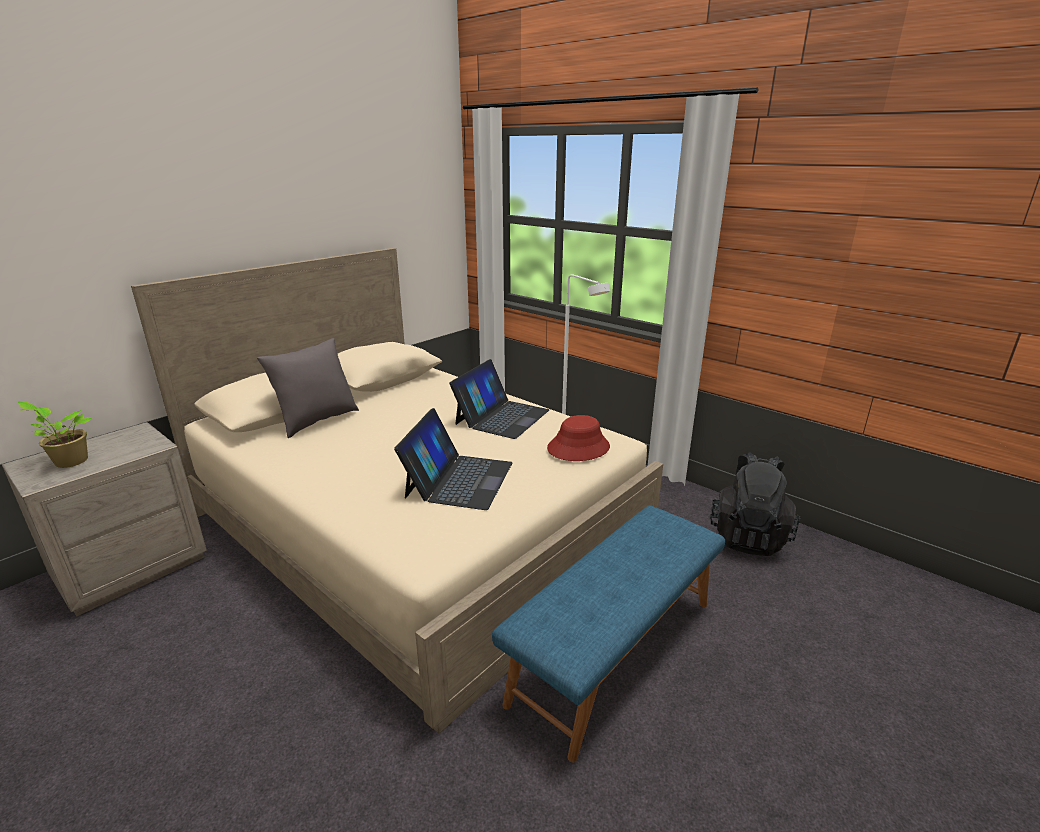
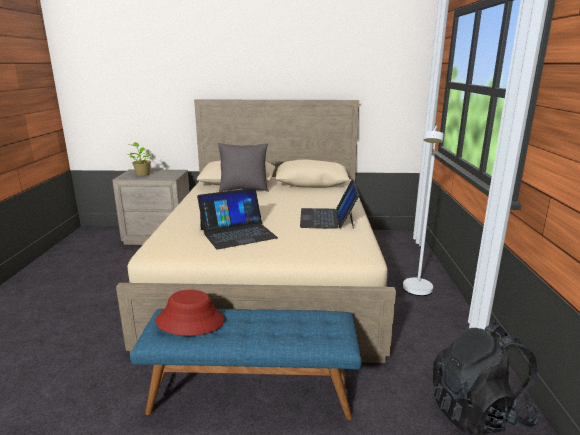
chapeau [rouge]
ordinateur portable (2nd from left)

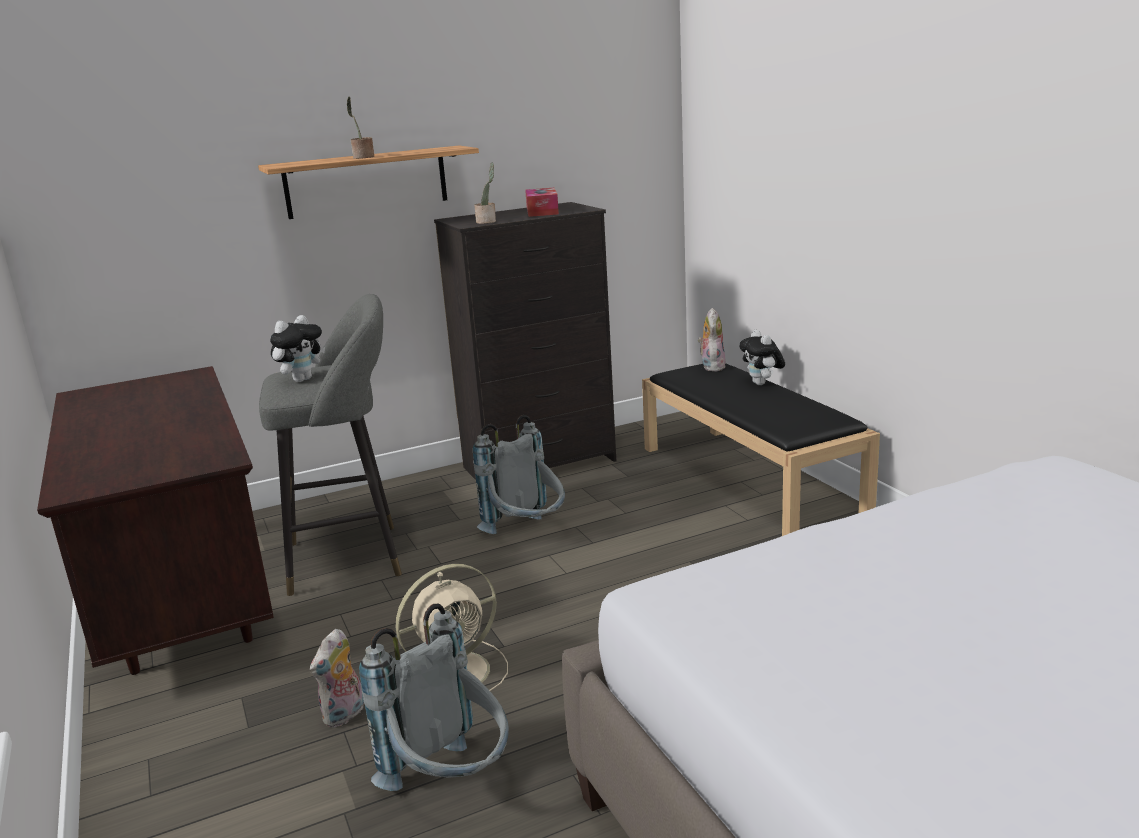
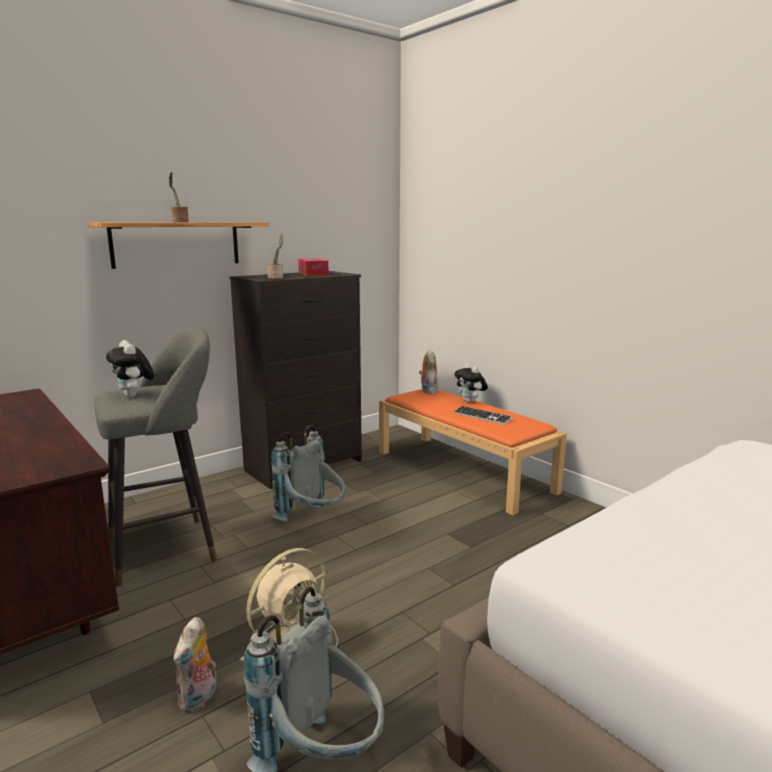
clavier
banc [orange]
peluche (1st from left)

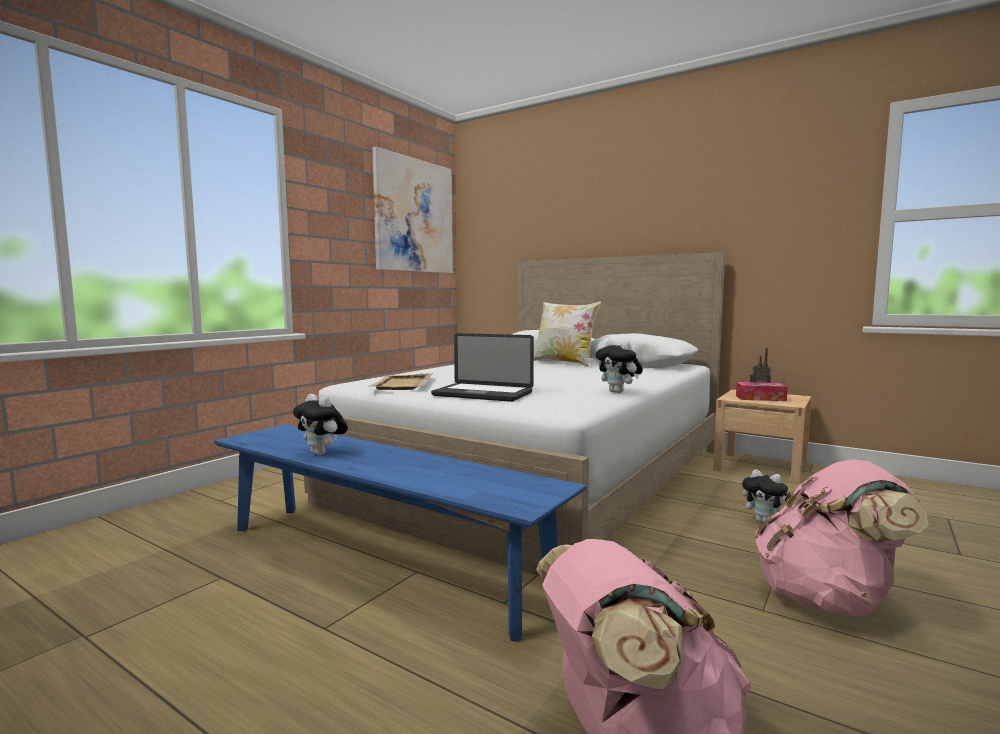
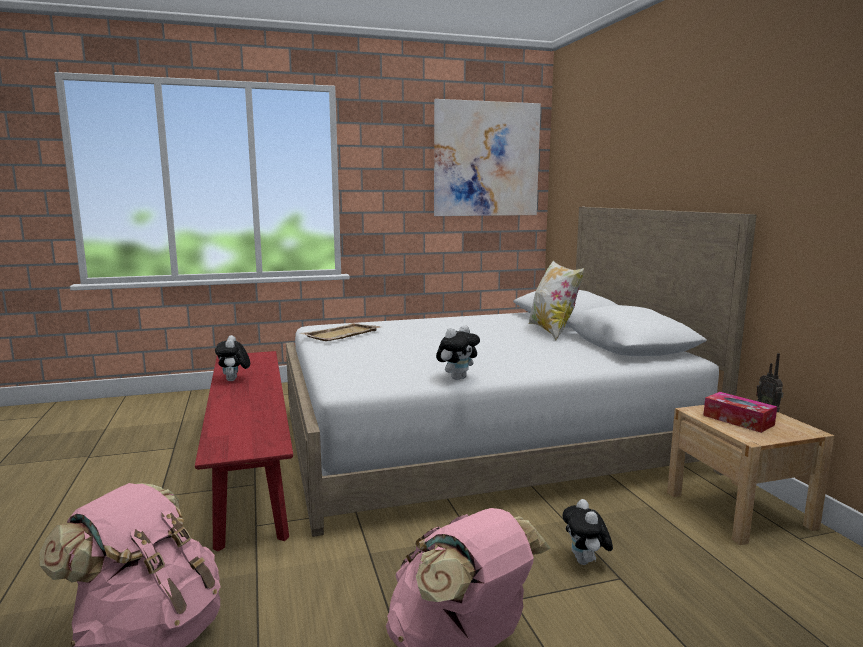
ordinateur portable
banc [rouge]
peluche (2nd from left)

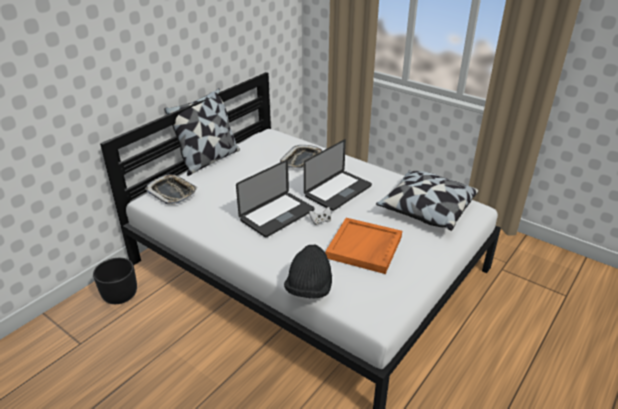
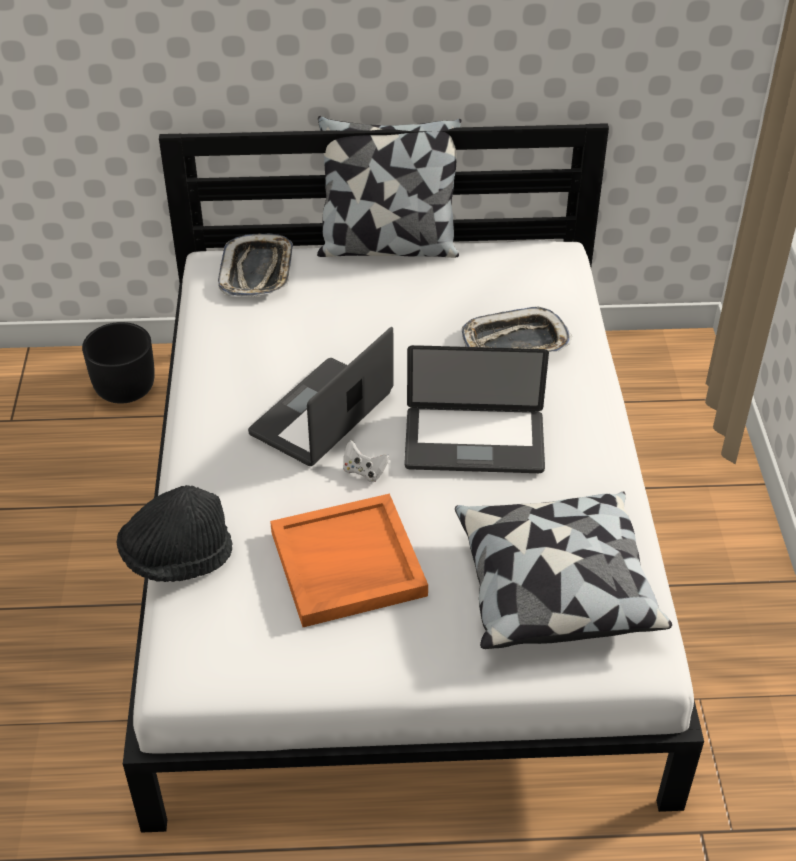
ordinateur portable (1st from left)

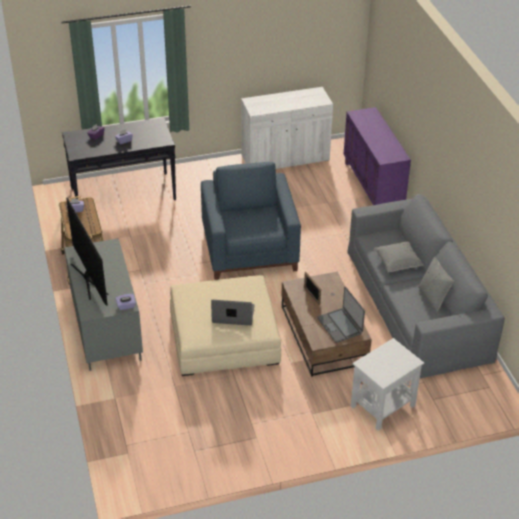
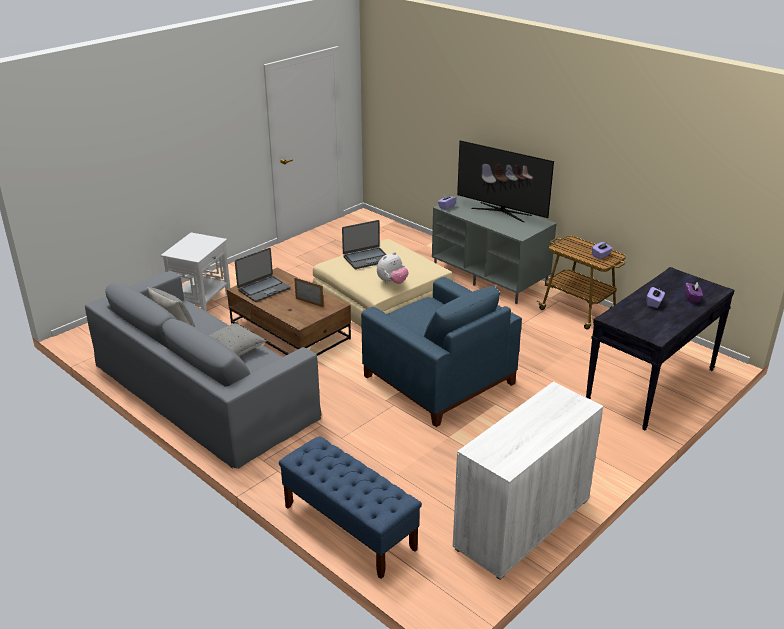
peluche
banc [bleu]
ordinateur portable (1st from left)

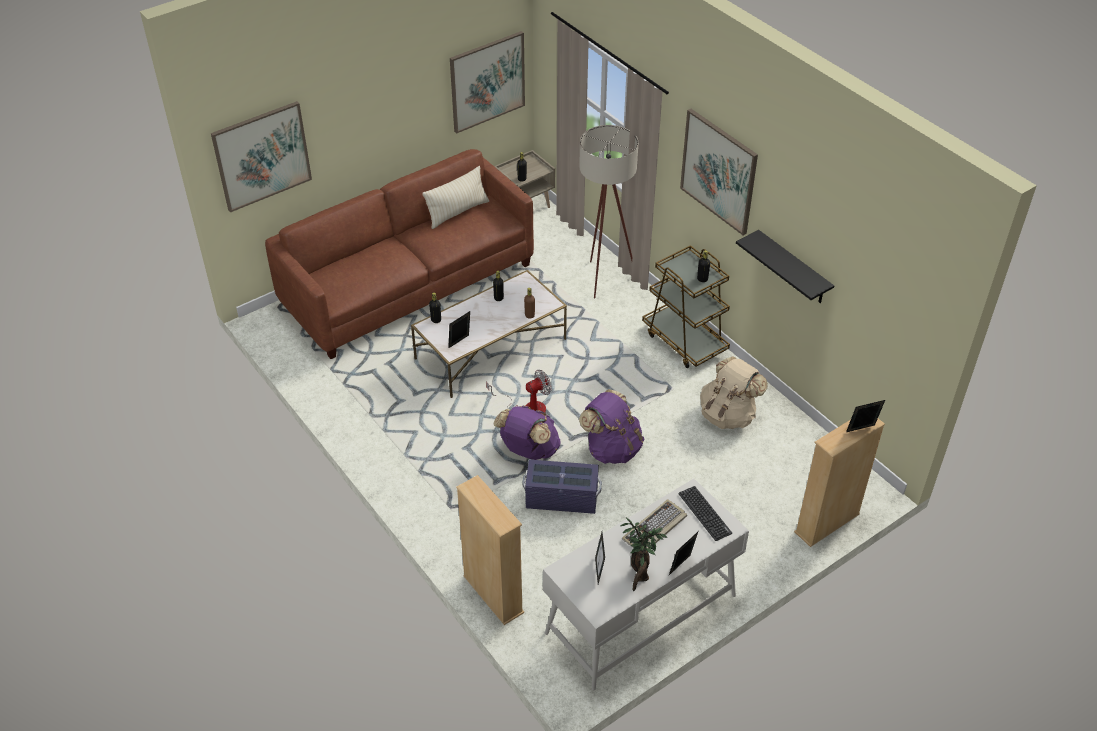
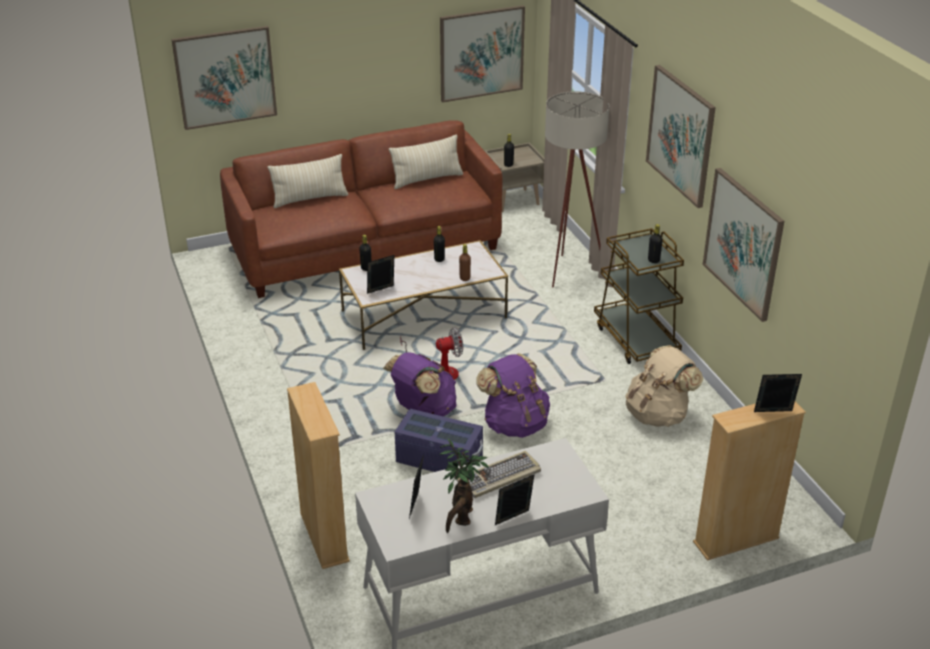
clavier (2nd from left in the first image)
coussin [beige] (1st from left)
tableau (4th from left)

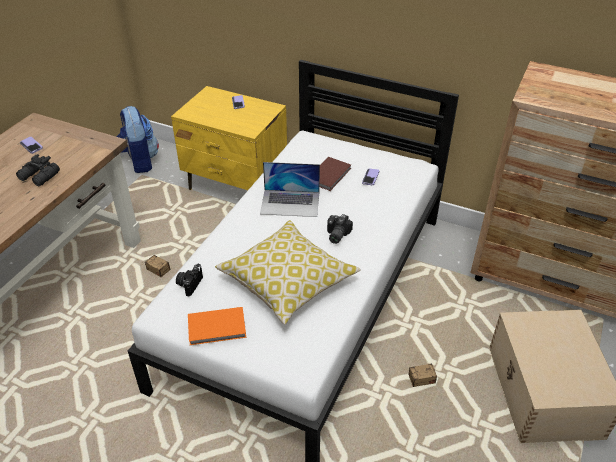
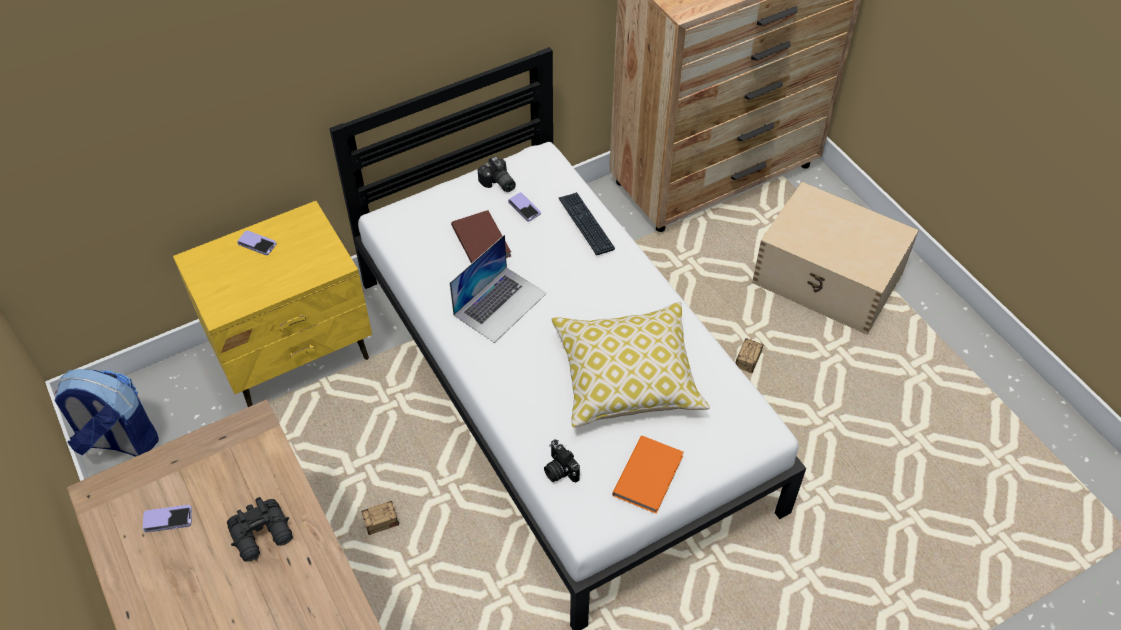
clavier
appareil photo (1st from left)

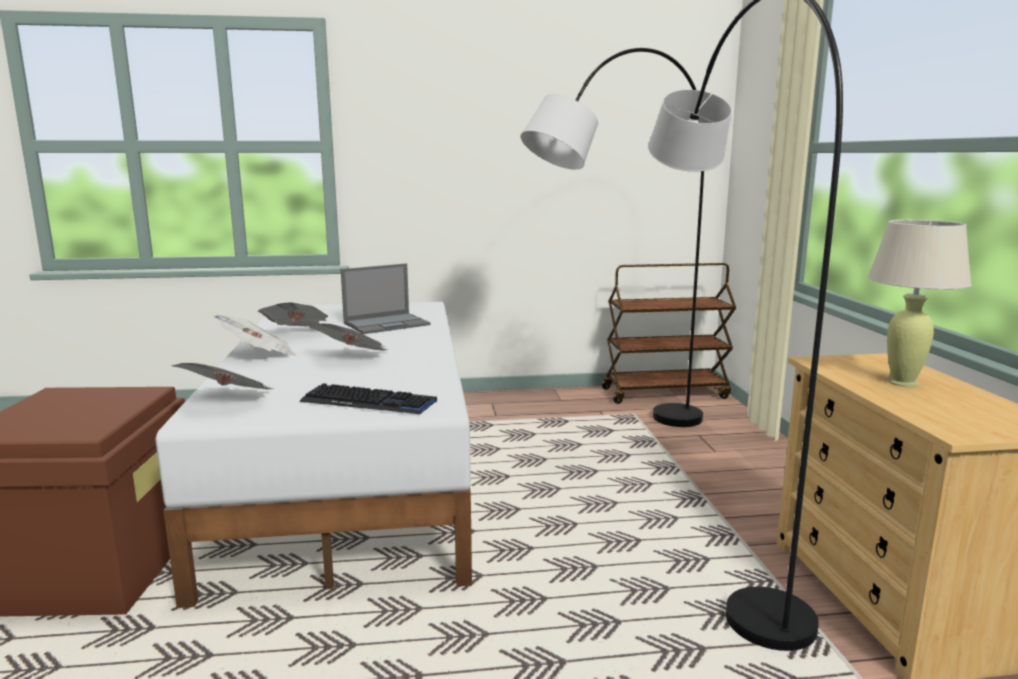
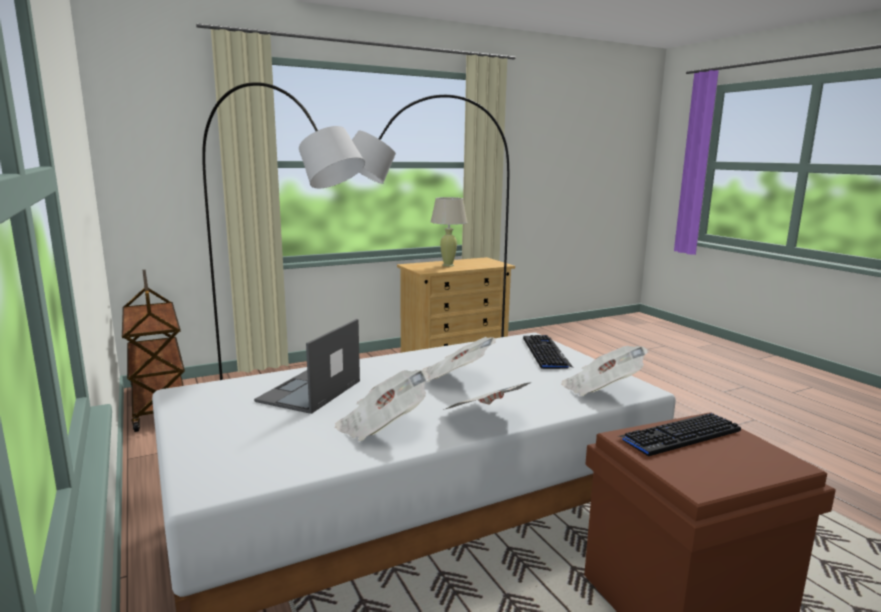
clavier (2nd from left)
ordinateur portable

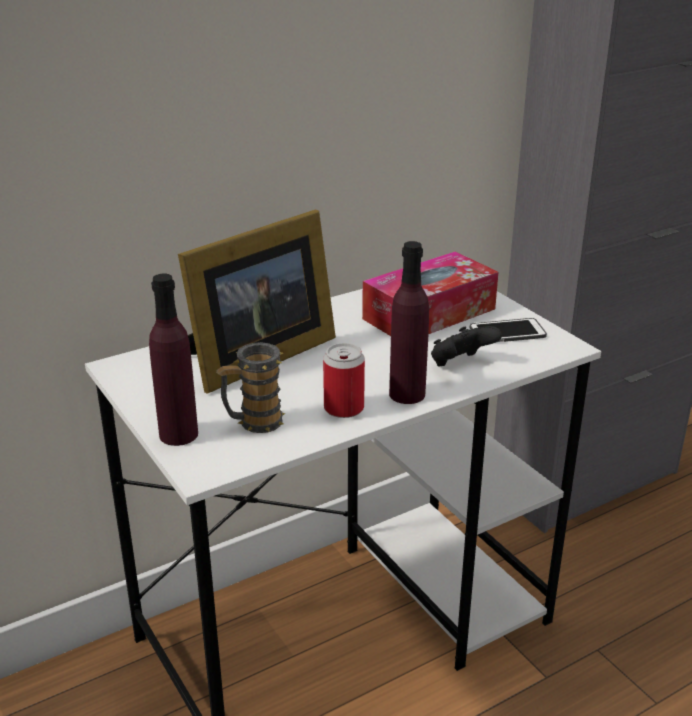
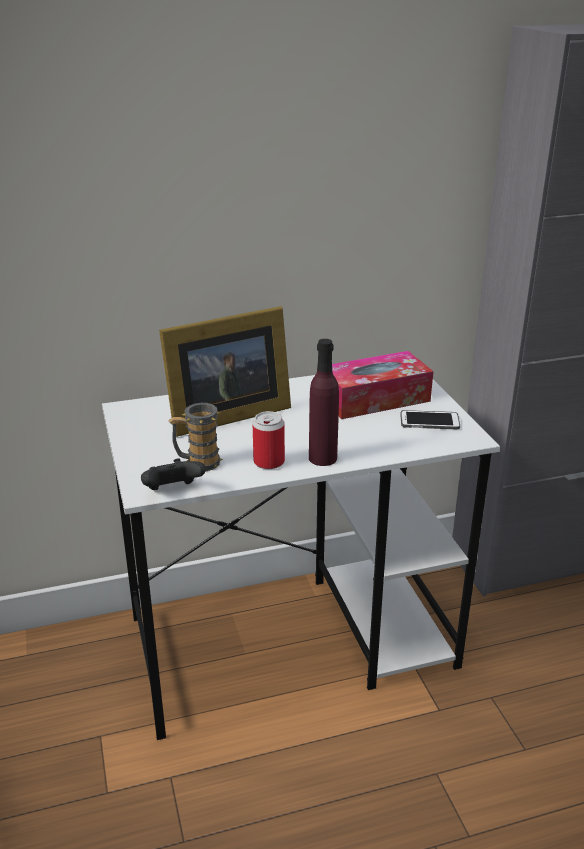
bouteille [violet] (1st from left in the first image)
manette [noir]

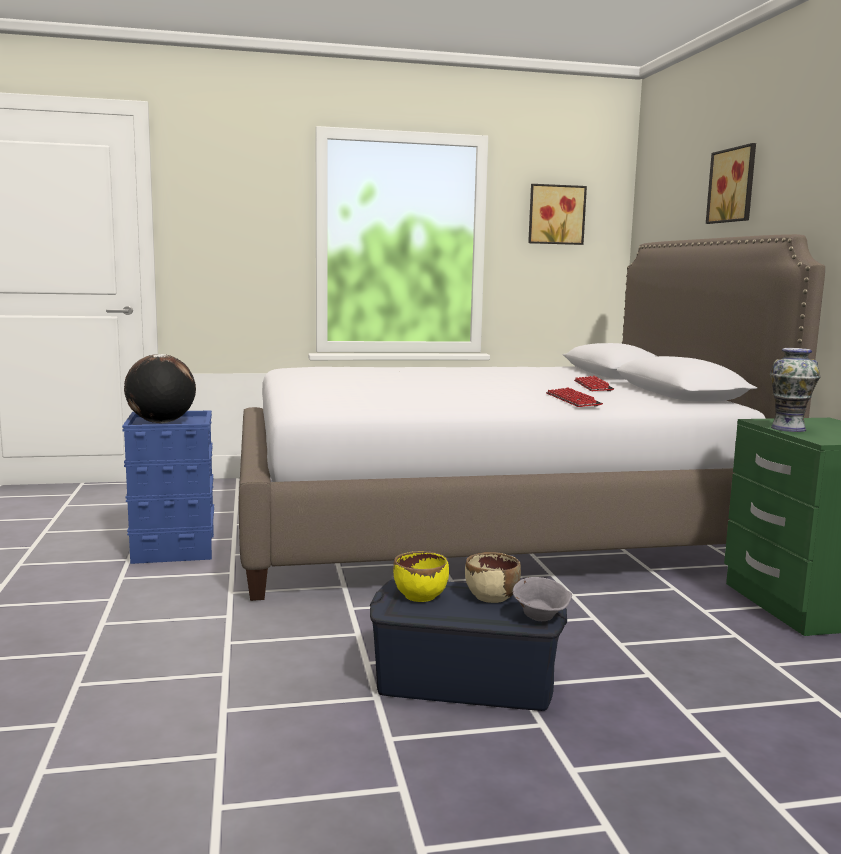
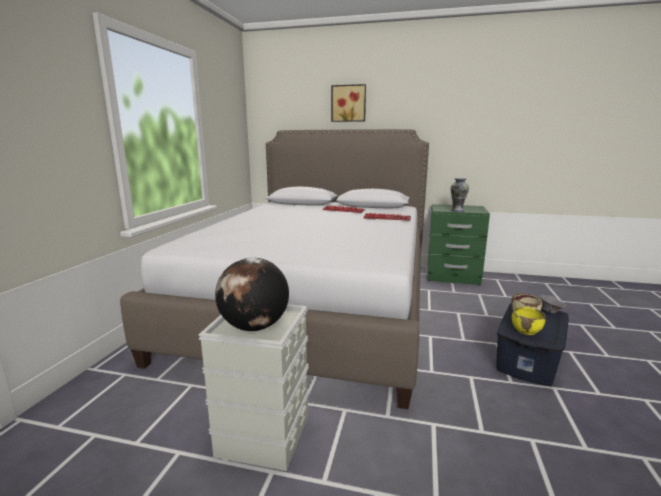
tableau (1st from left in the first image)
boîte de rangement [gris]

